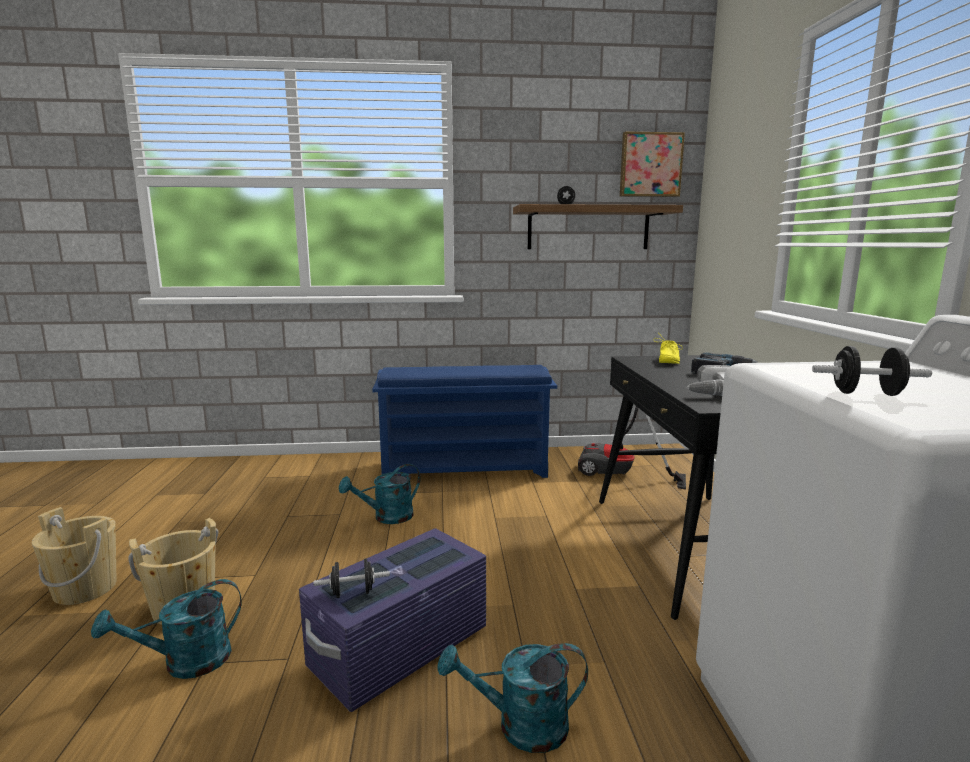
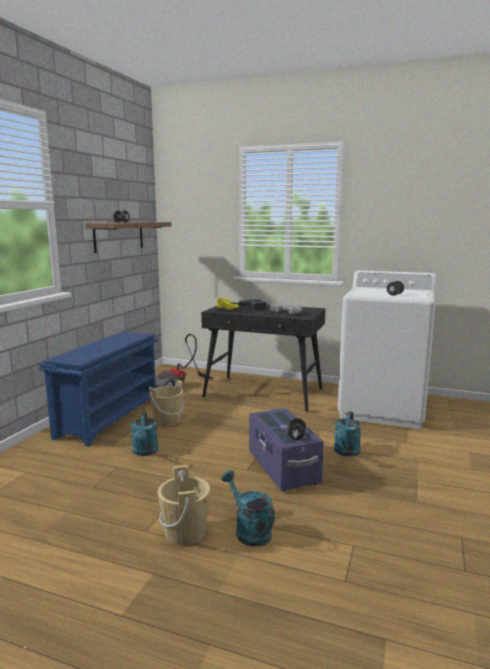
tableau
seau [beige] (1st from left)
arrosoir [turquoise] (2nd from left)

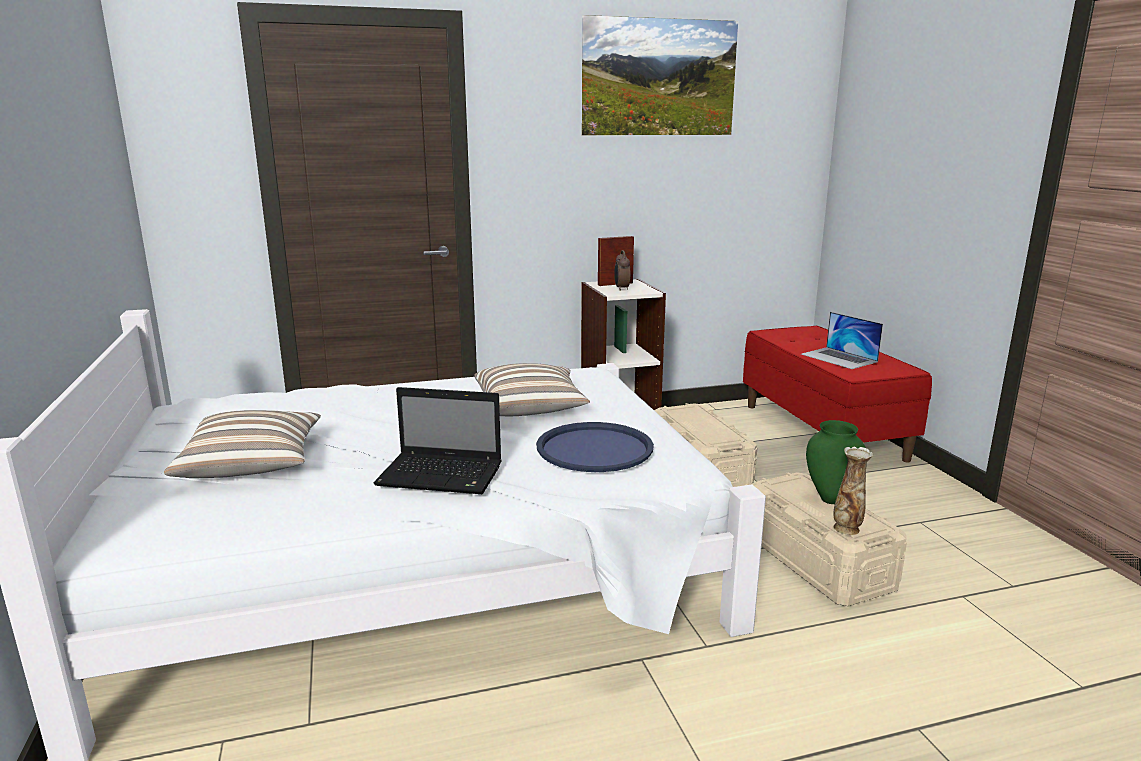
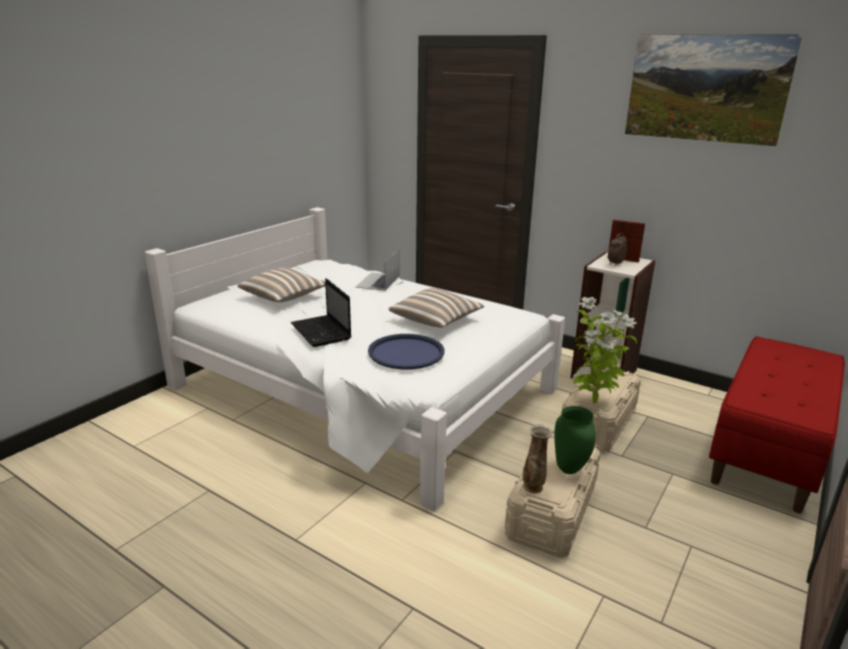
plante en pot
ordinateur portable (2nd from left)

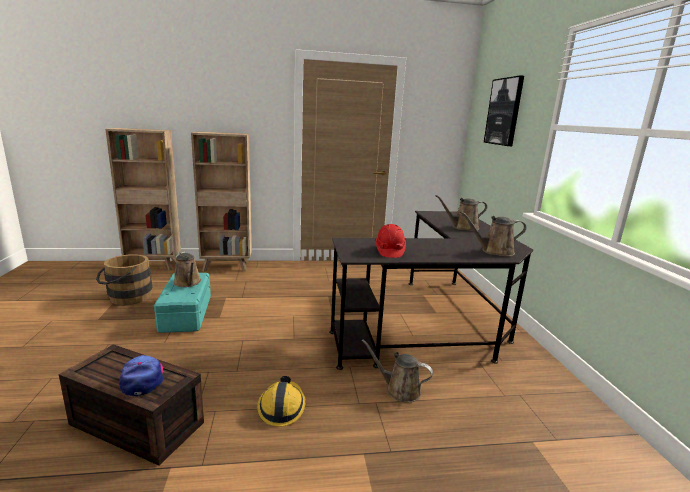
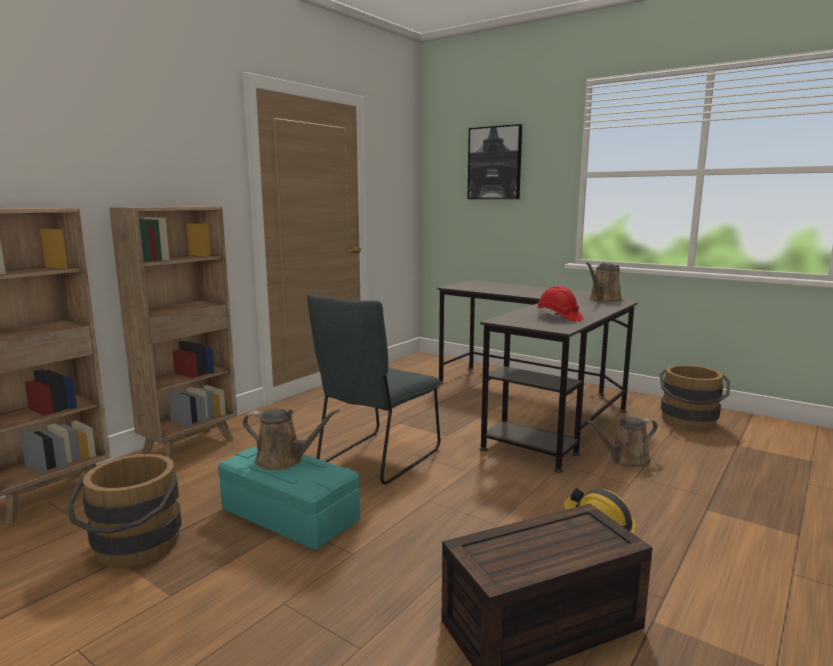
casquette
arrosoir [marron] (3rd from left in the first image)
chaise [gris]
seau [marron] (2nd from left)

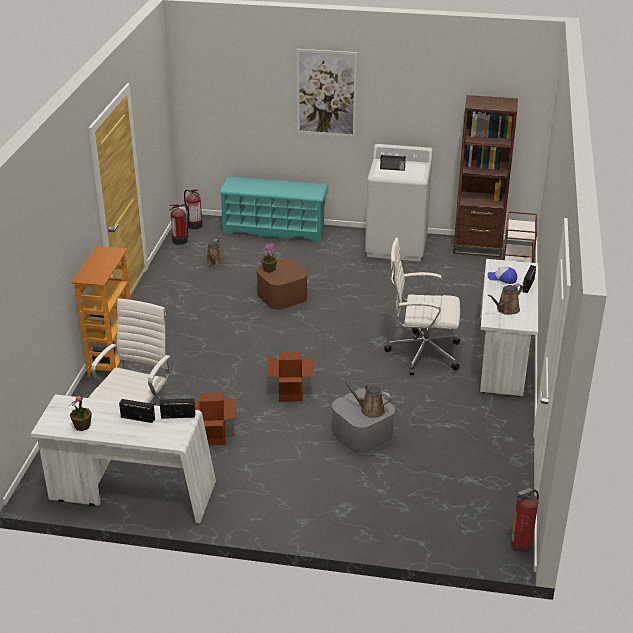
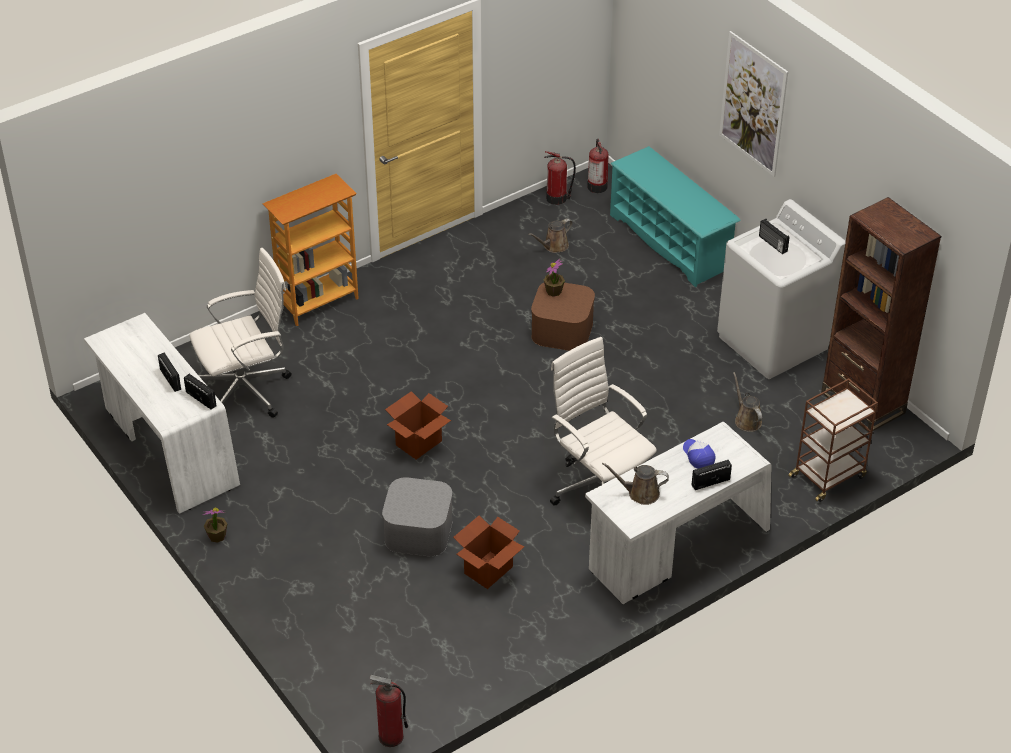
plante en pot (1st from left)
carton (2nd from left)
arrosoir [marron] (3rd from left)

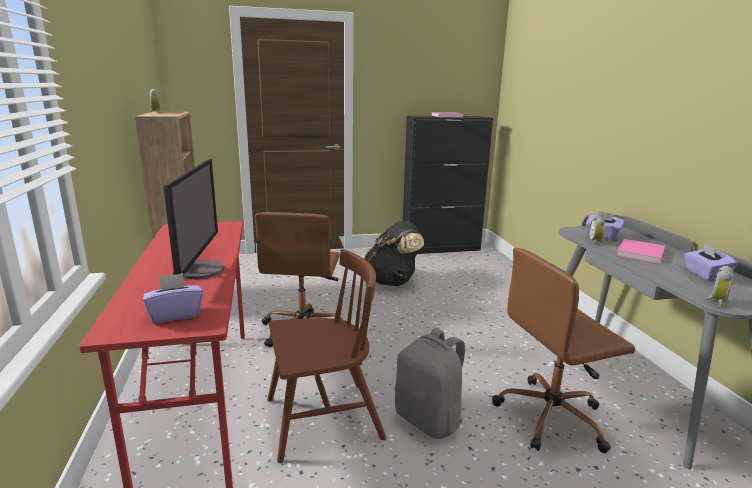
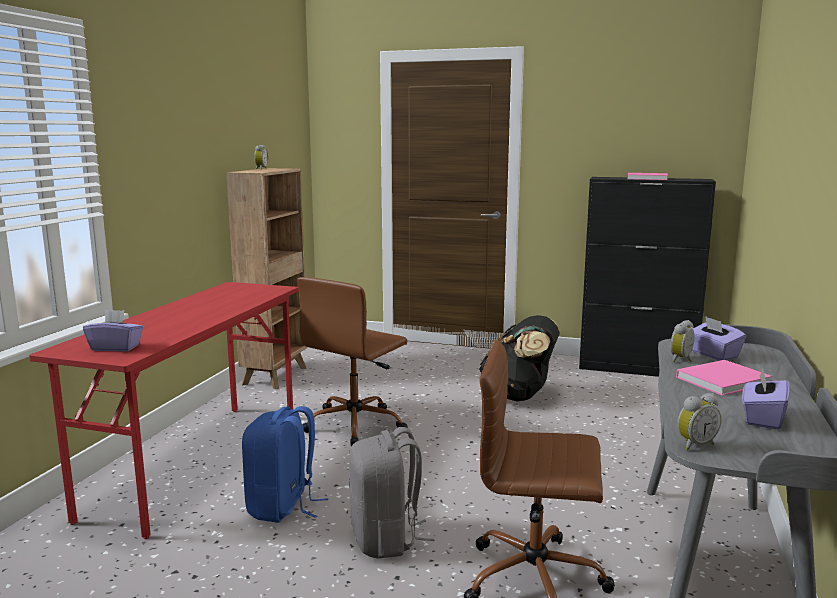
écran d'ordinateur
sac à dos [bleu]

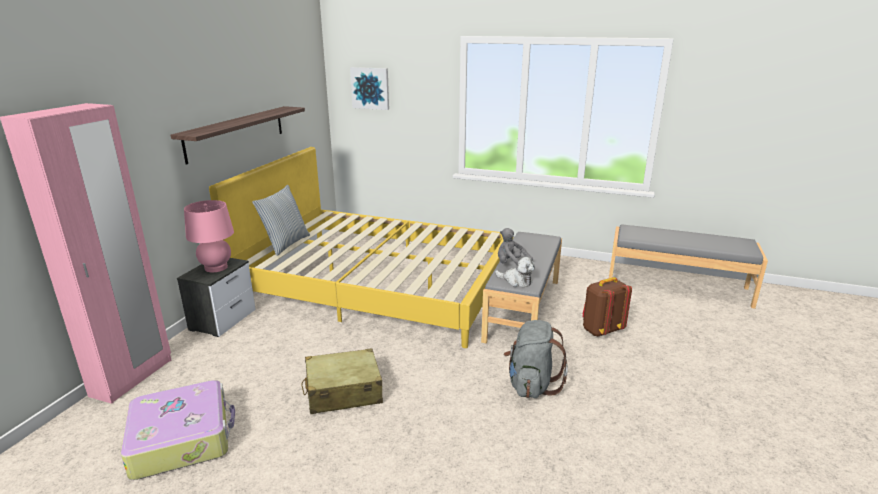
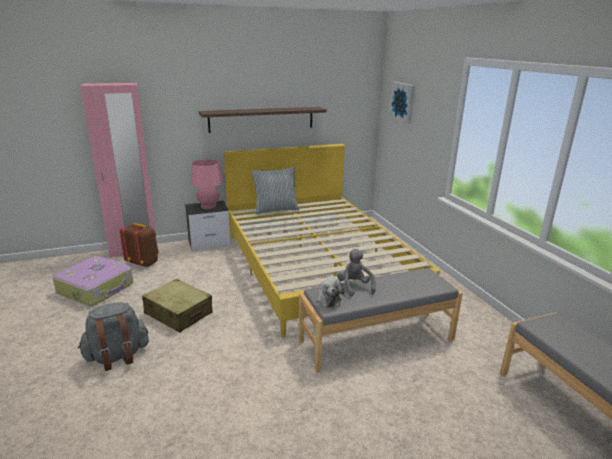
sac à dos [gris]
sac à dos [marron]

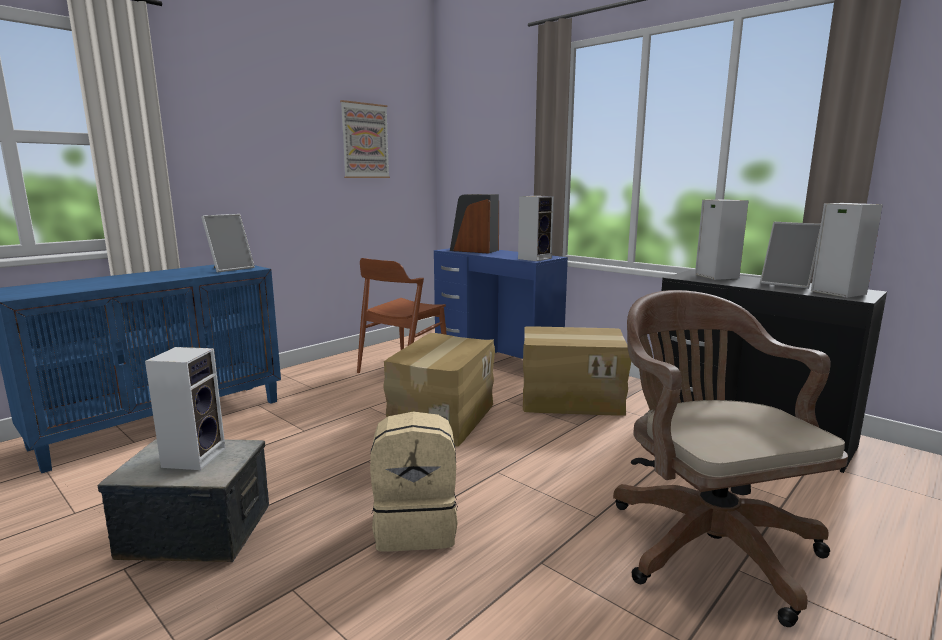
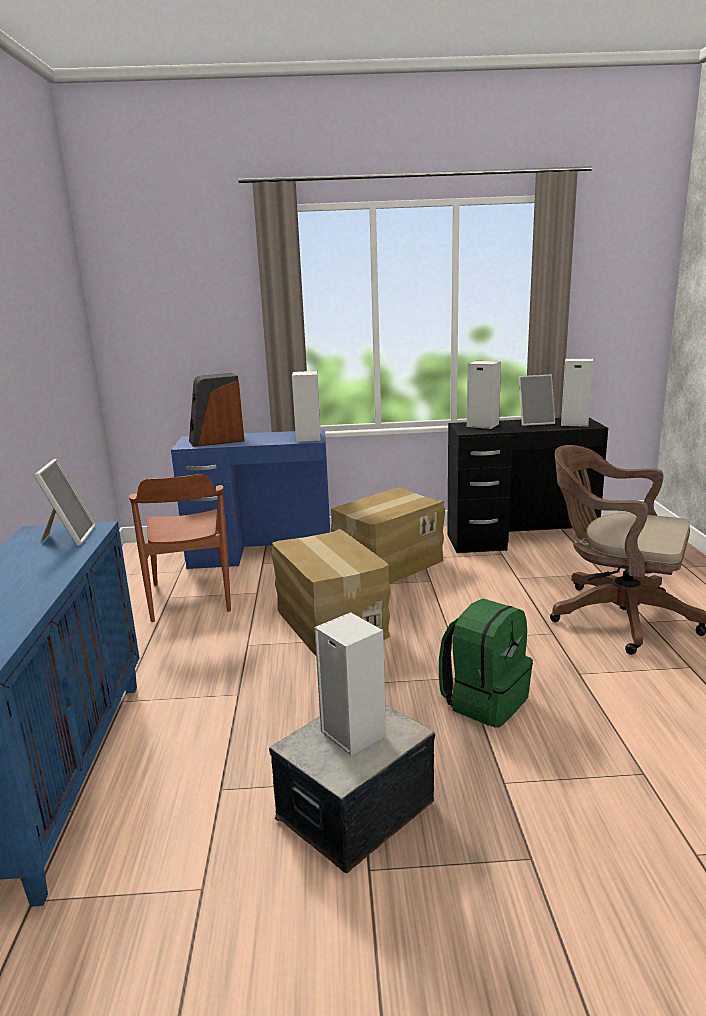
tableau
sac à dos [vert]

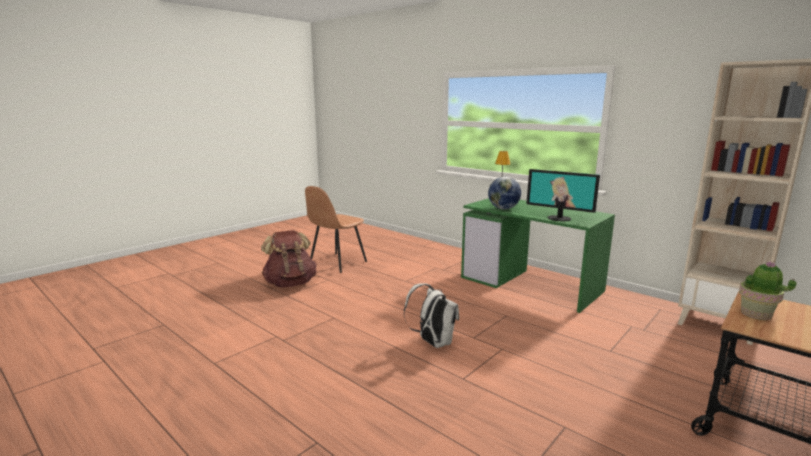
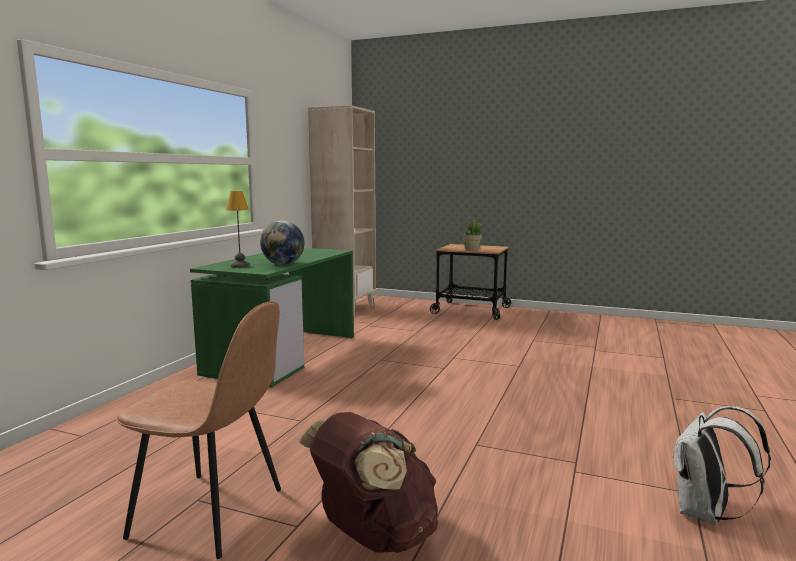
écran d'ordinateur
sac à dos [blanc]

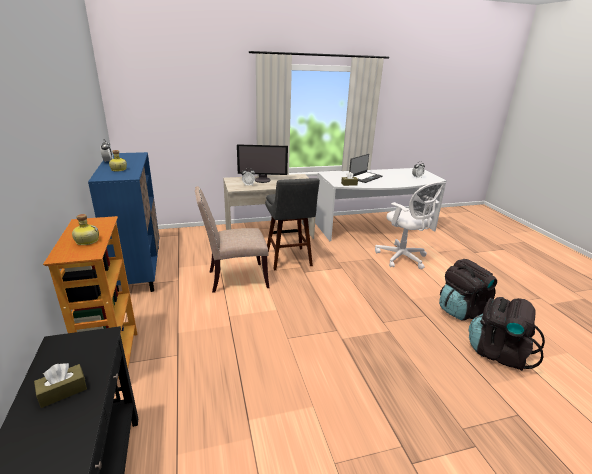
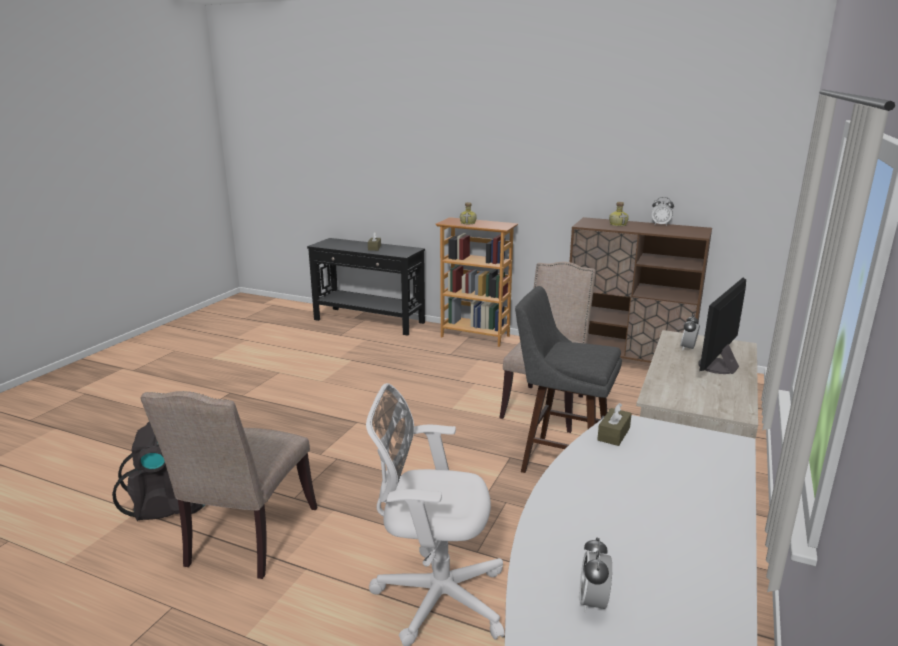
ordinateur portable
chaise [beige] (1st from left)
meuble de rangement [marron]

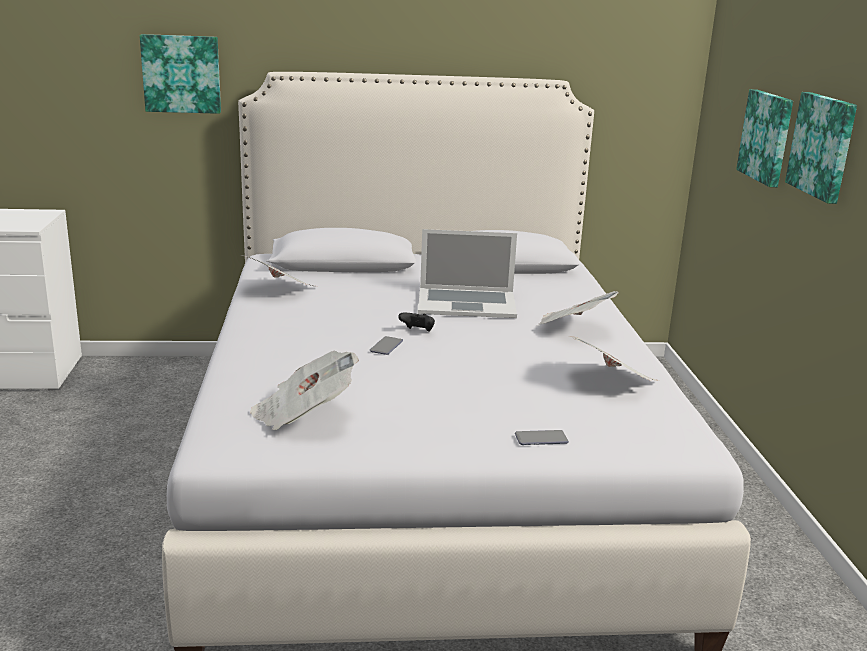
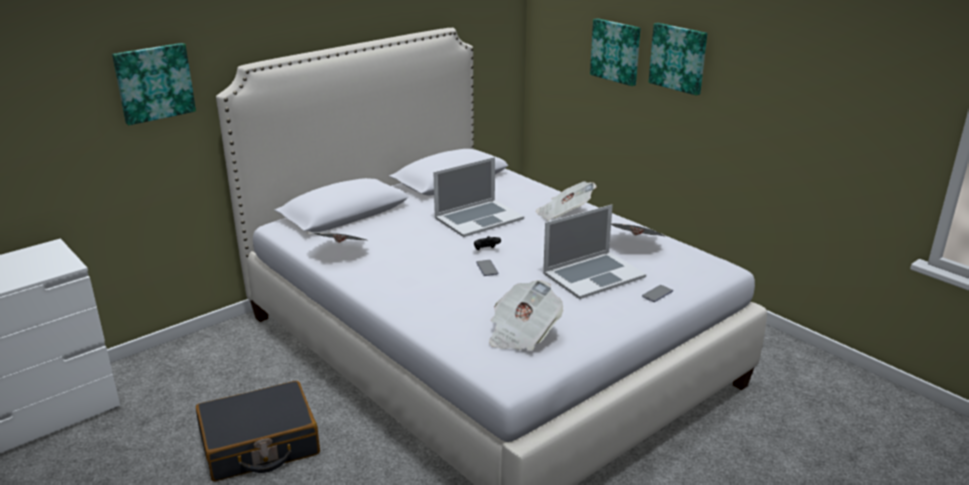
valise [noir]
ordinateur portable (2nd from left)

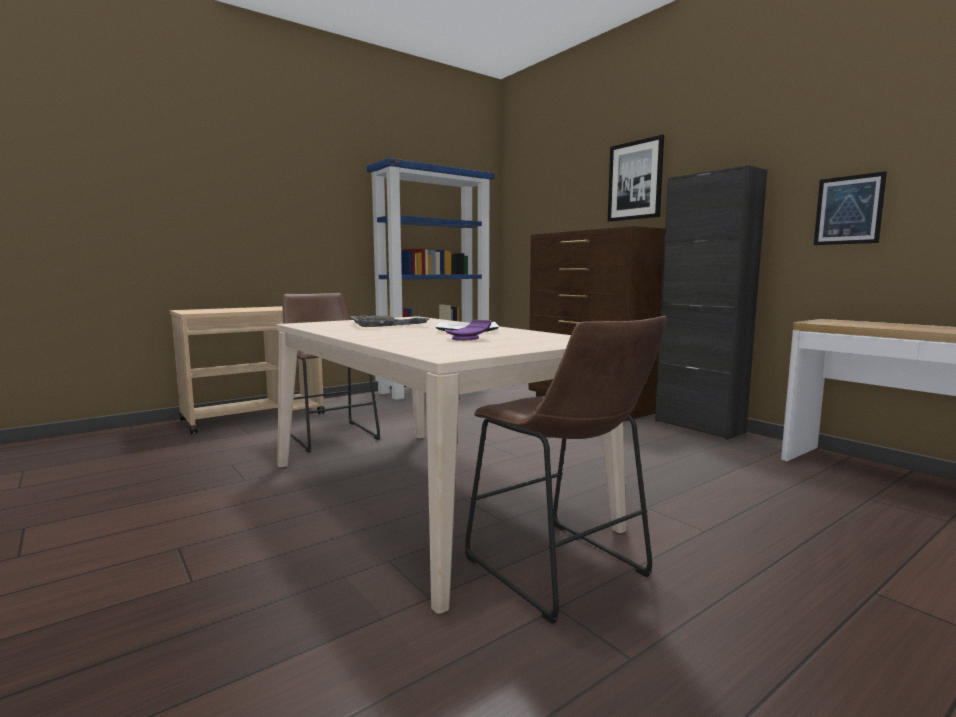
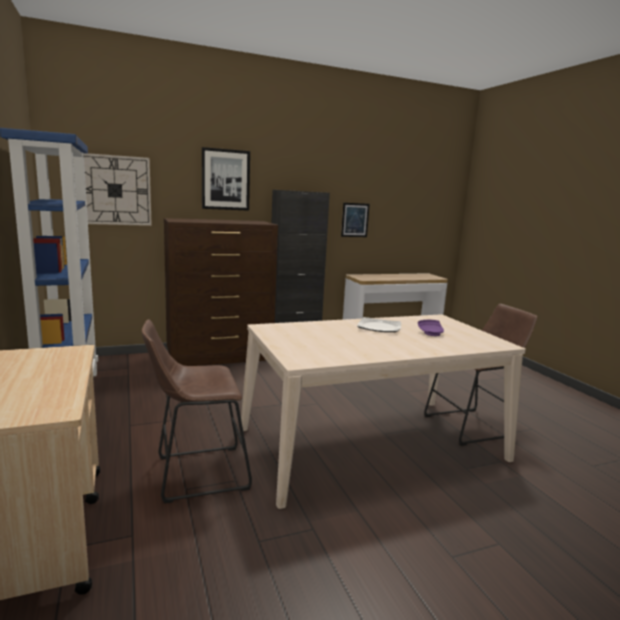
plateau [gris]
horloge murale

